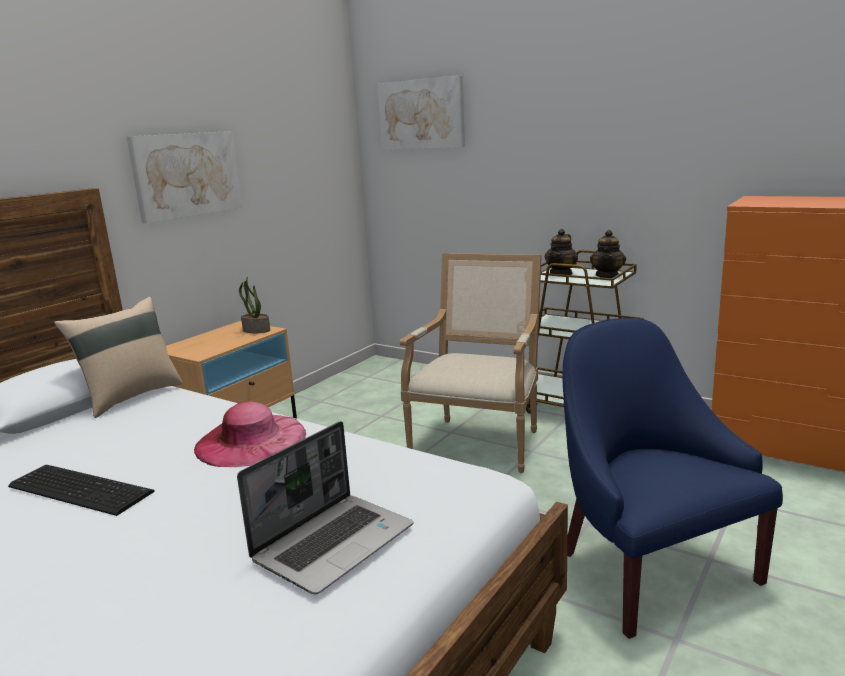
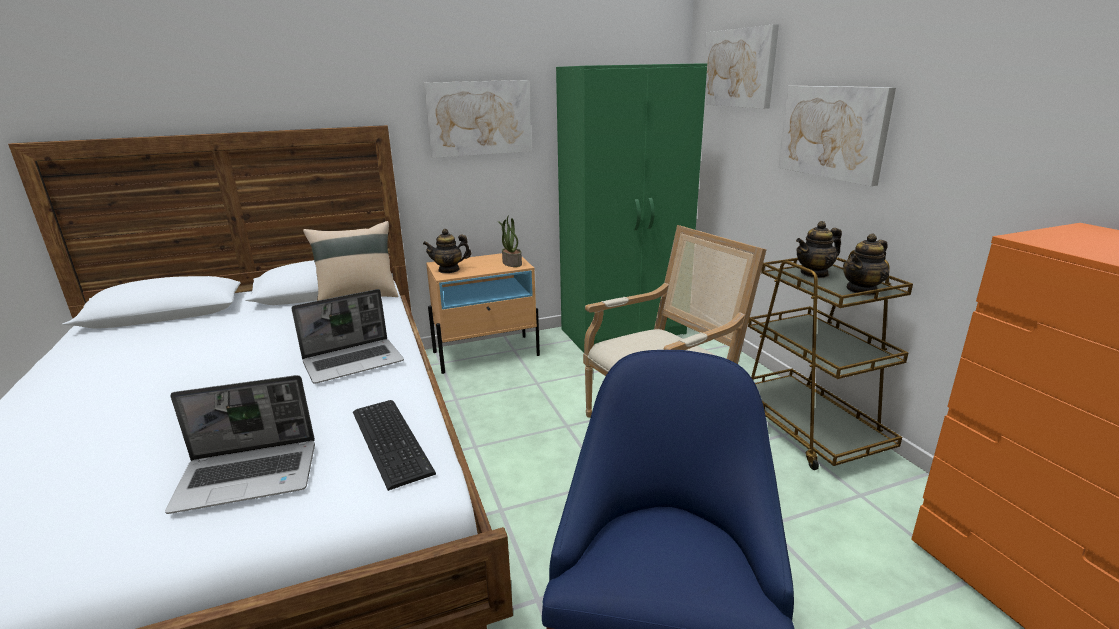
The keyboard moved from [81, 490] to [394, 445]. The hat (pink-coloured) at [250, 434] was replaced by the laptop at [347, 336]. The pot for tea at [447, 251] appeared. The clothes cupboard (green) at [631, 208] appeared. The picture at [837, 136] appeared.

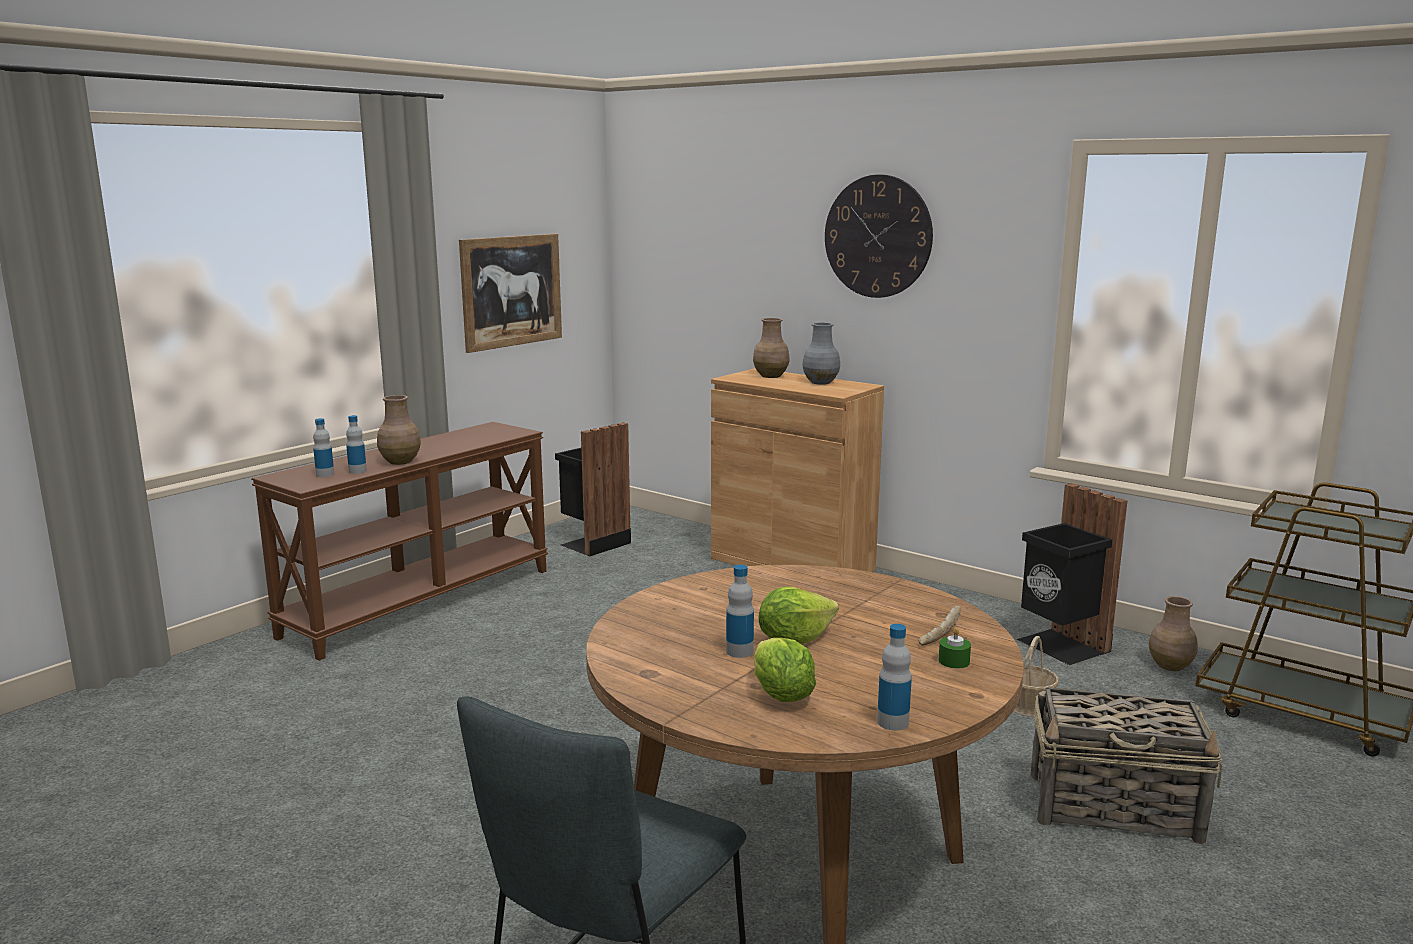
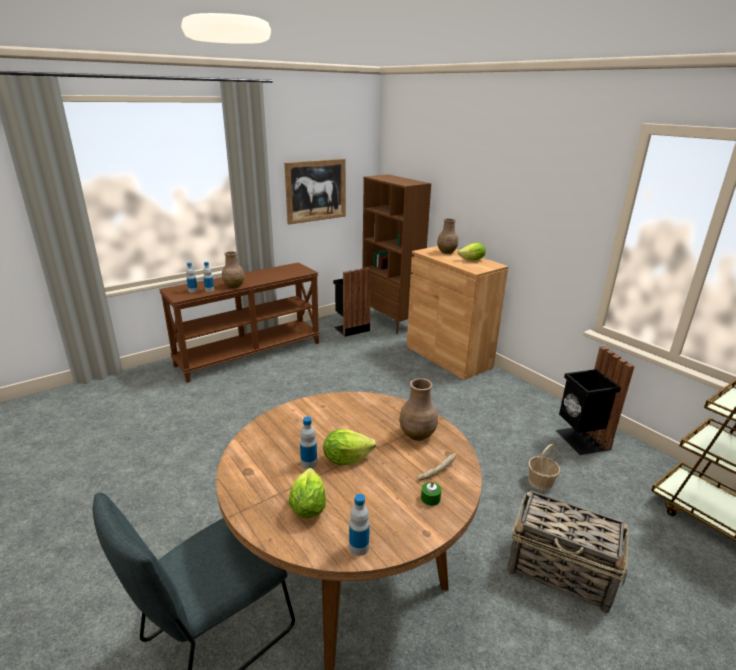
The flower vase (greyish) at [821, 353] was replaced by the head of lettuce at [472, 251]. The clock on the wall at [879, 236] disappeared. The flower vase (brownish) moved from [1173, 633] to [418, 409]. The shelving unit (brownish) at [396, 254] appeared.

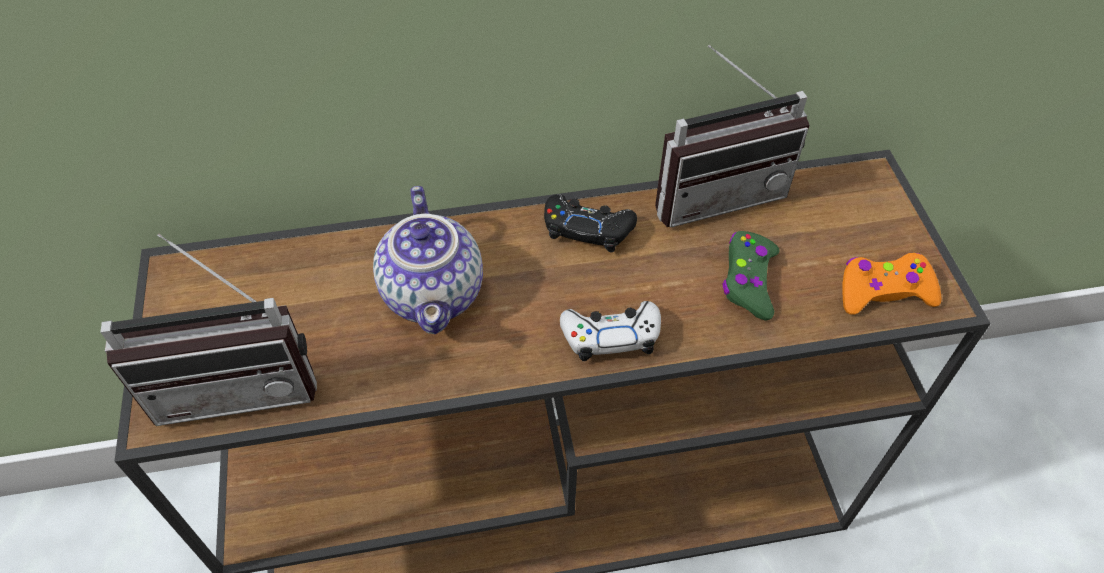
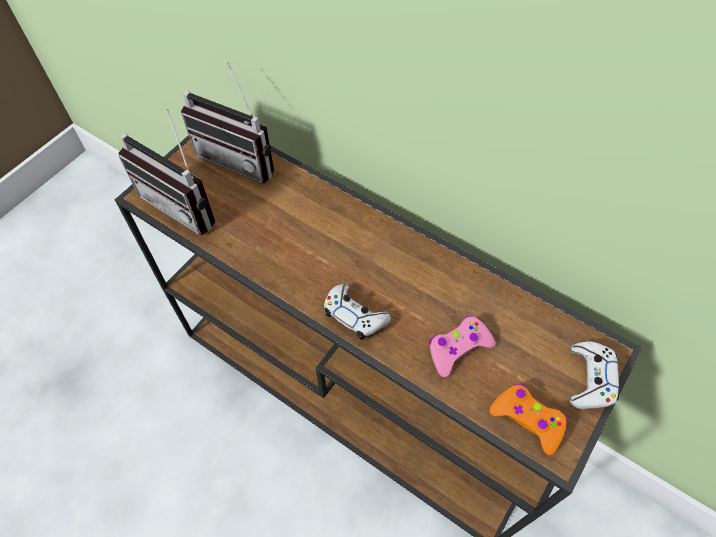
The pot for tea at [428, 260] disappeared. The gamepad (black) at [590, 223] disappeared. The radio receiver moved from [732, 136] to [227, 122]. The gamepad (green) at [751, 275] became the gamepad (pink-coloured) at [462, 346]. The gamepad (white) at [594, 375] appeared.

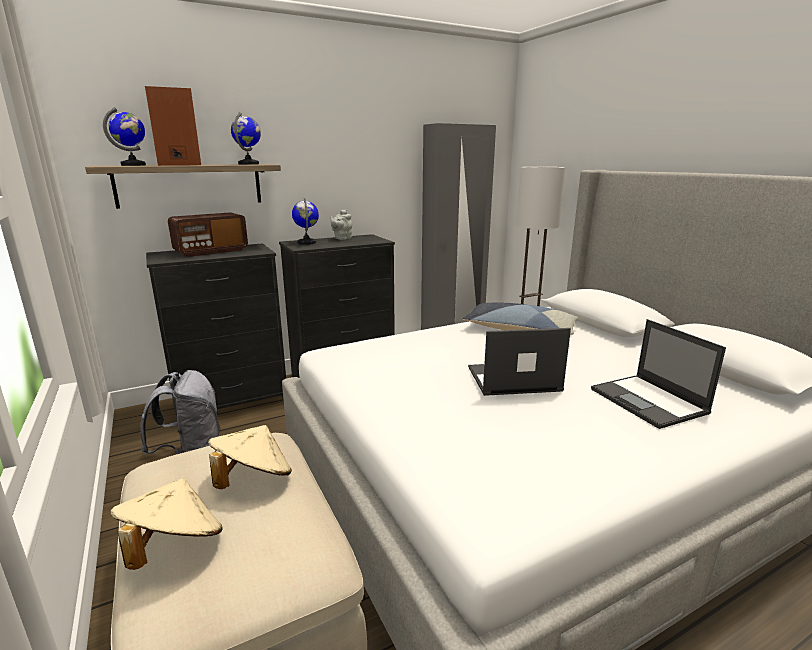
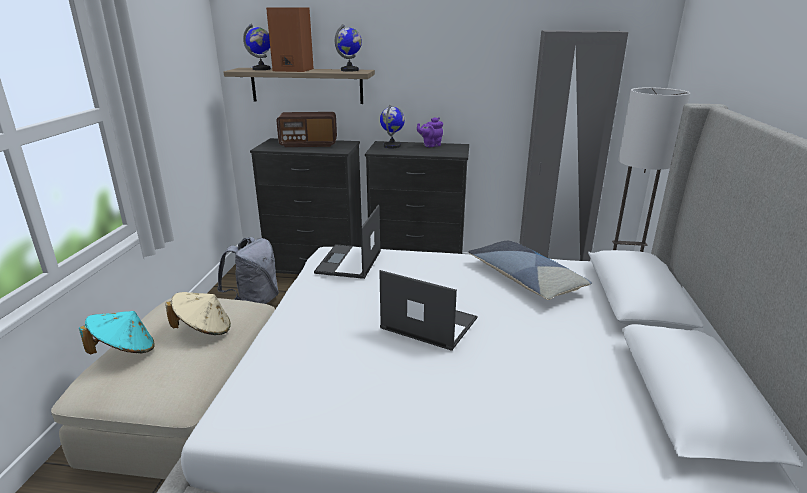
The hat (sand-coloured) at [166, 524] became the hat (turquoise) at [117, 332]. The pot for tea (greyish) at [341, 224] became the pot for tea (purple-coloured) at [430, 132]. The laptop moved from [658, 374] to [347, 242].

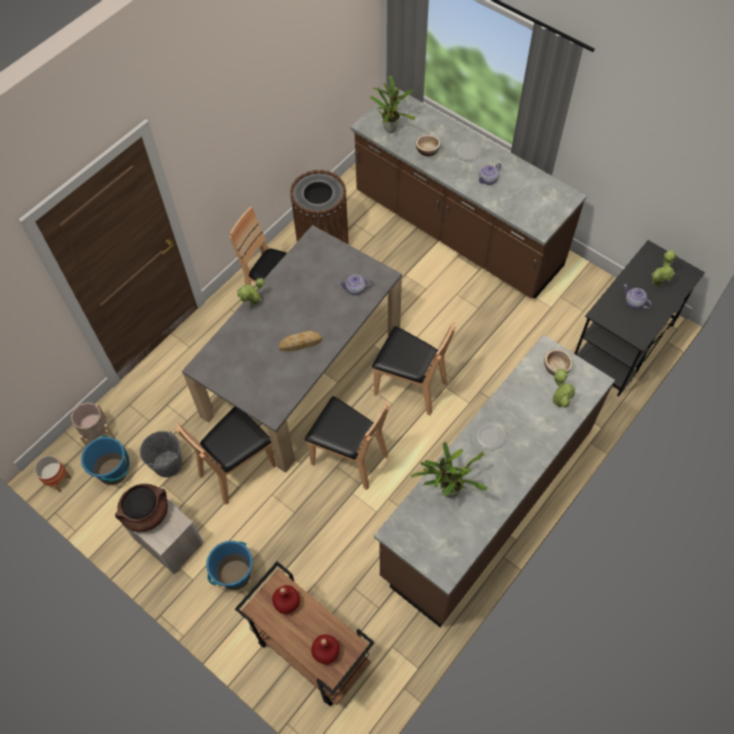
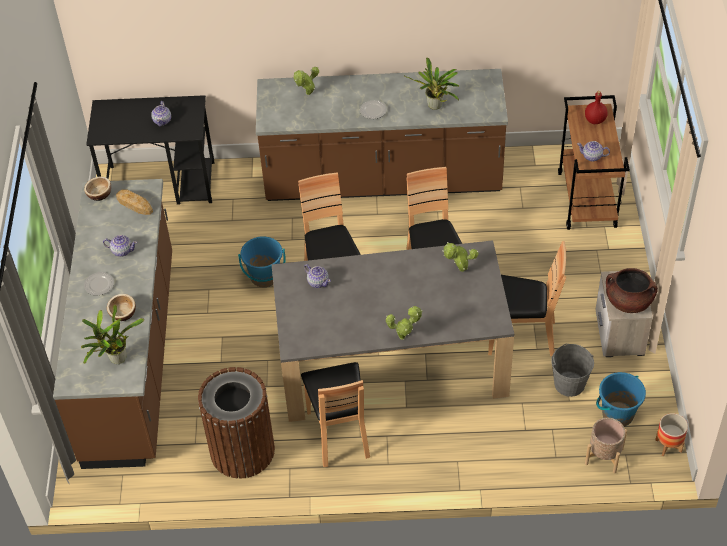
The bucket (blue) moved from [229, 565] to [262, 261]. The beverage bottle (red-coloured) at [286, 599] was replaced by the pot for tea at [593, 151]. The bakery bread moved from [300, 341] to [134, 202]. The bowl moved from [558, 362] to [97, 188]. The potted plant moved from [664, 269] to [461, 257].

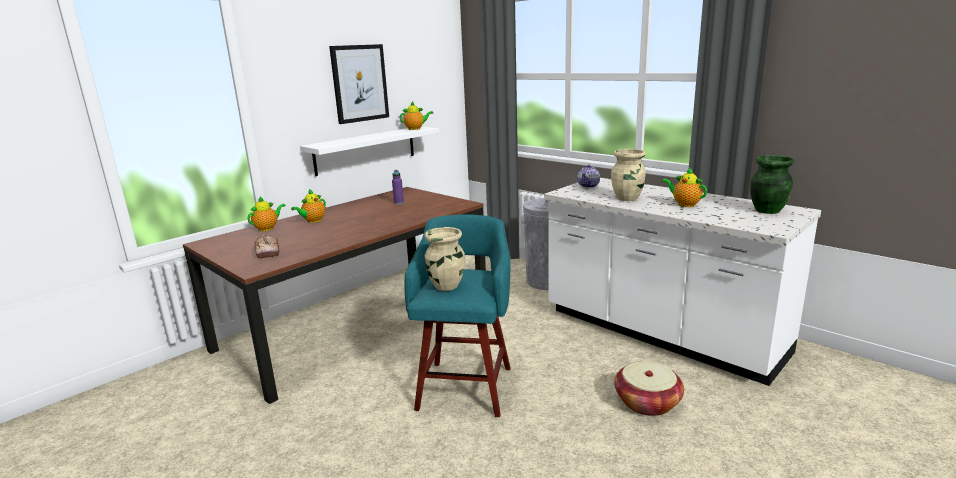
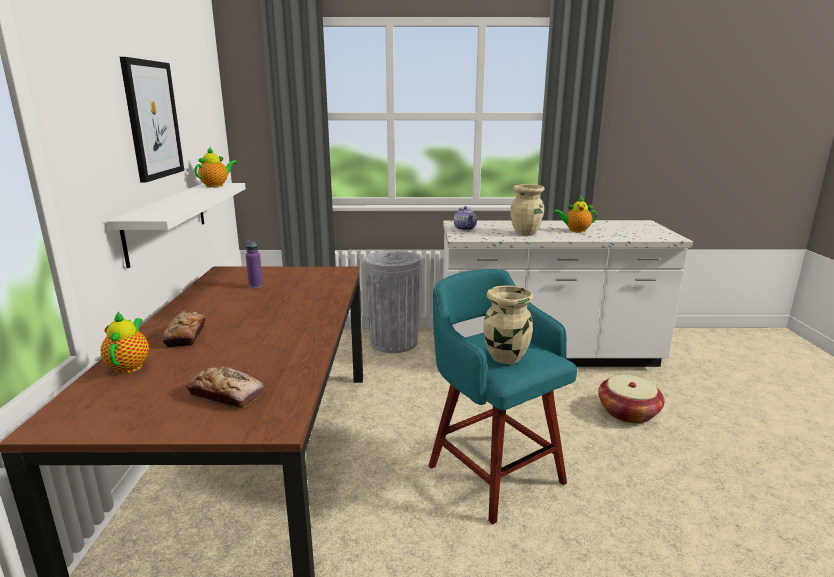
The pot for tea at [308, 206] was replaced by the bakery bread at [183, 329]. The flower vase (green) at [772, 184] disappeared.

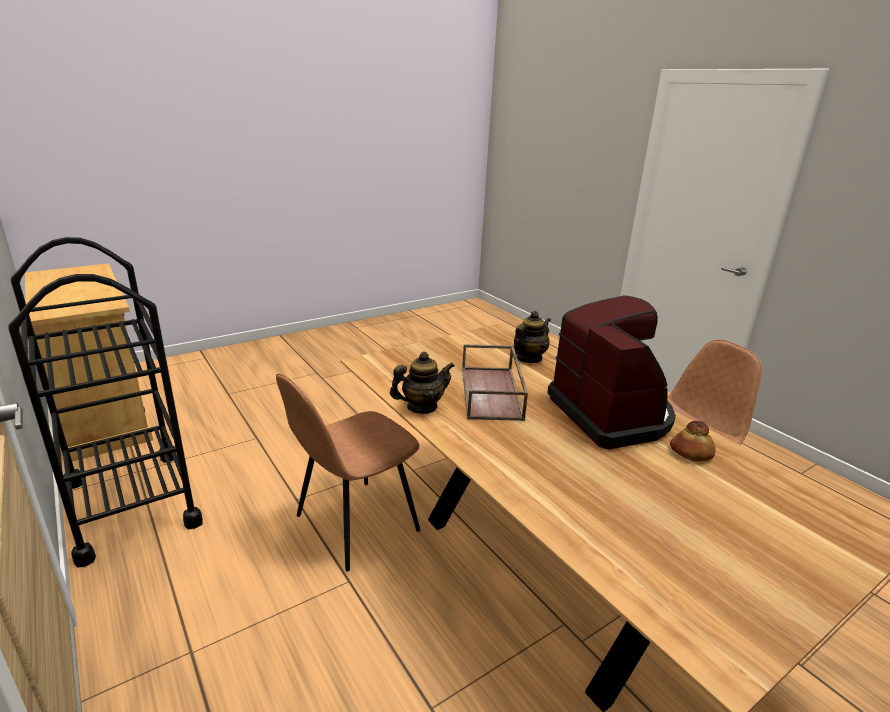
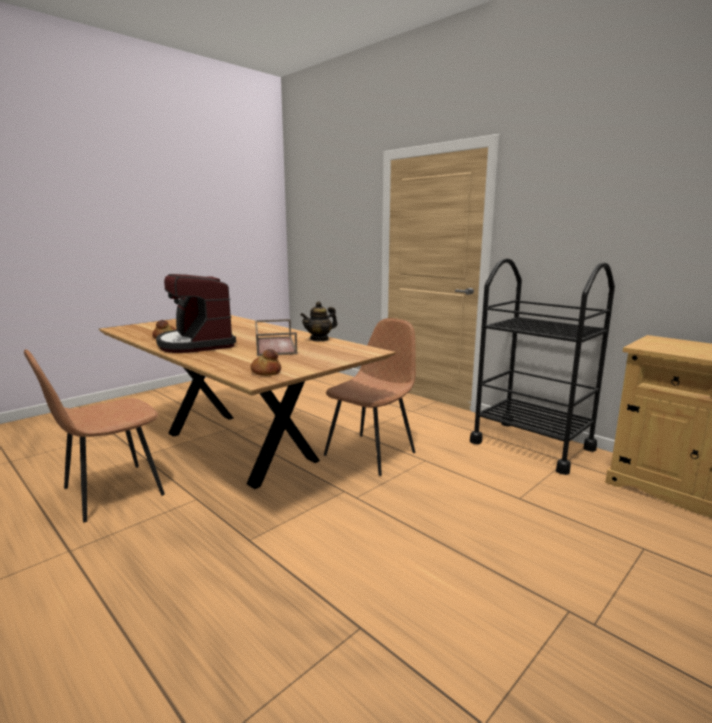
The pot for tea at [532, 337] disappeared. The bakery bread at [266, 362] appeared.

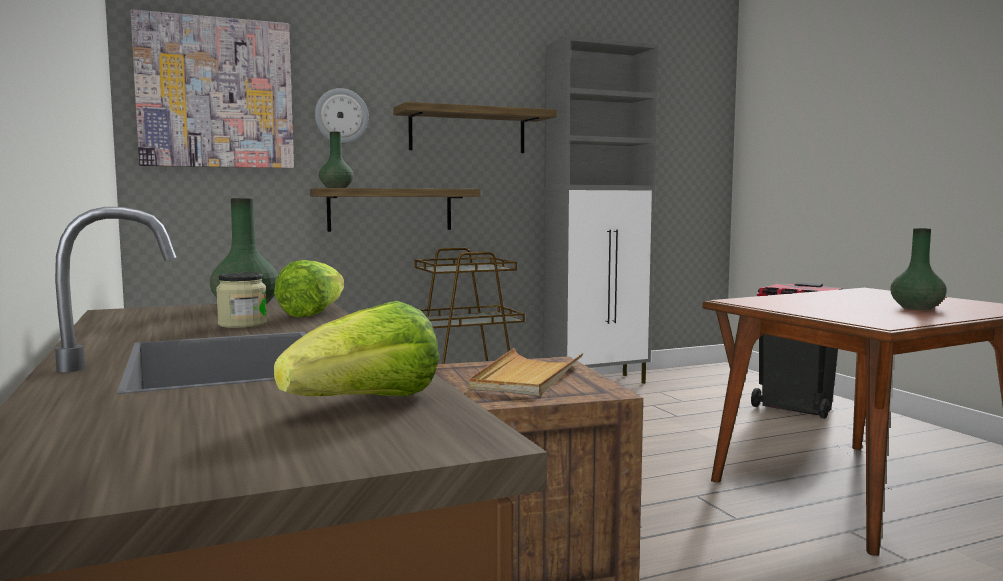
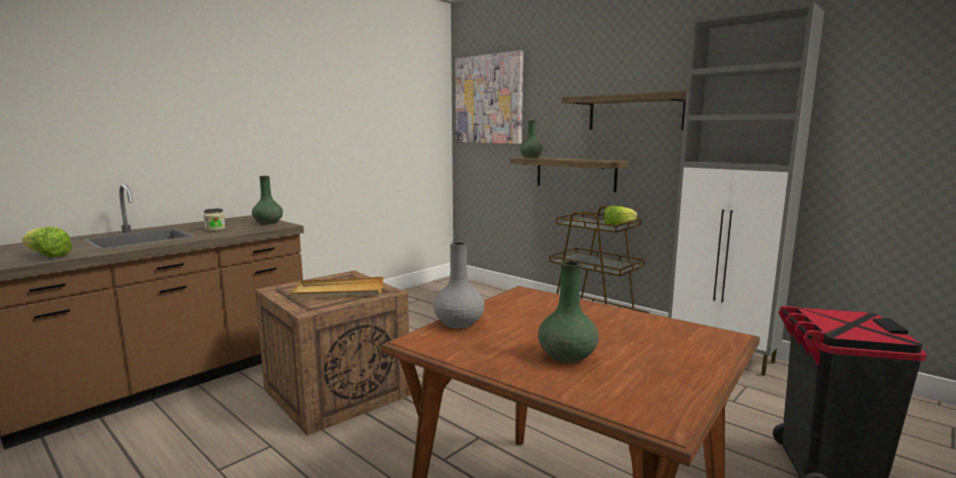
The head of lettuce moved from [309, 288] to [621, 215]. The clock on the wall at [342, 115] disappeared. The flower vase (greyish) at [458, 285] appeared.

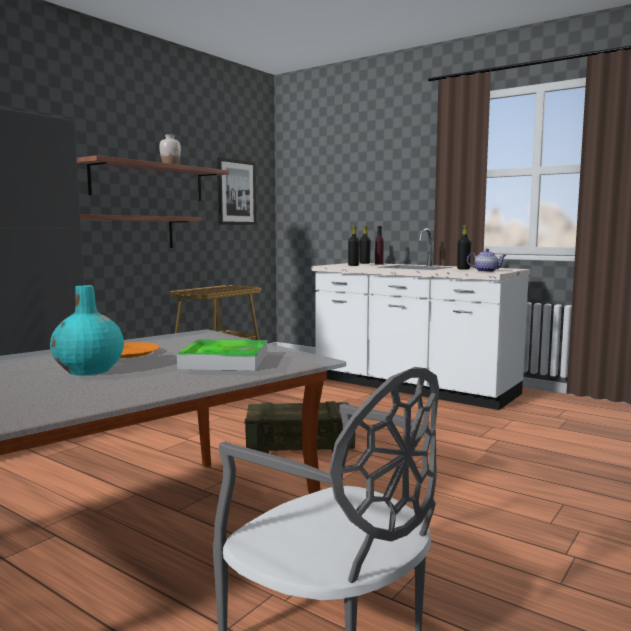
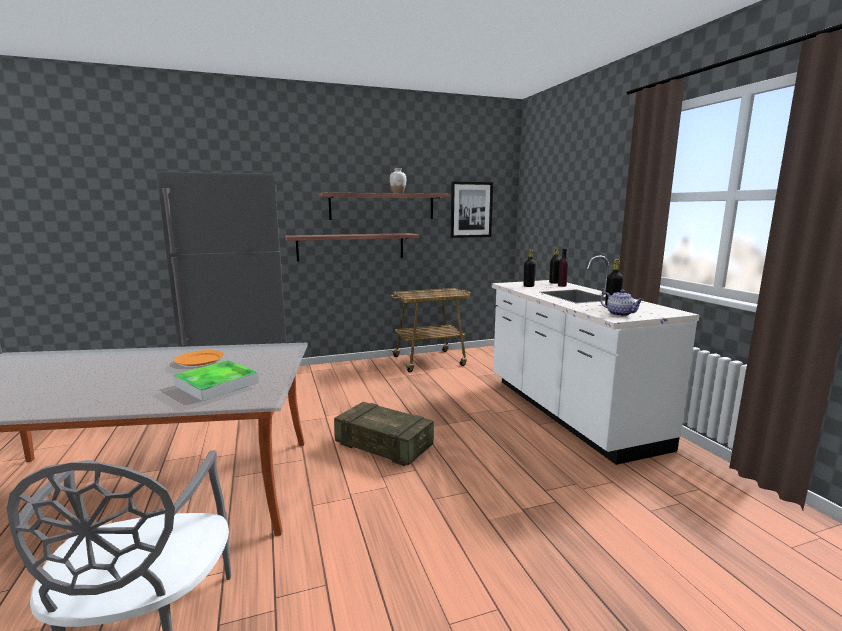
The flower vase (turquoise) at [87, 330] disappeared.

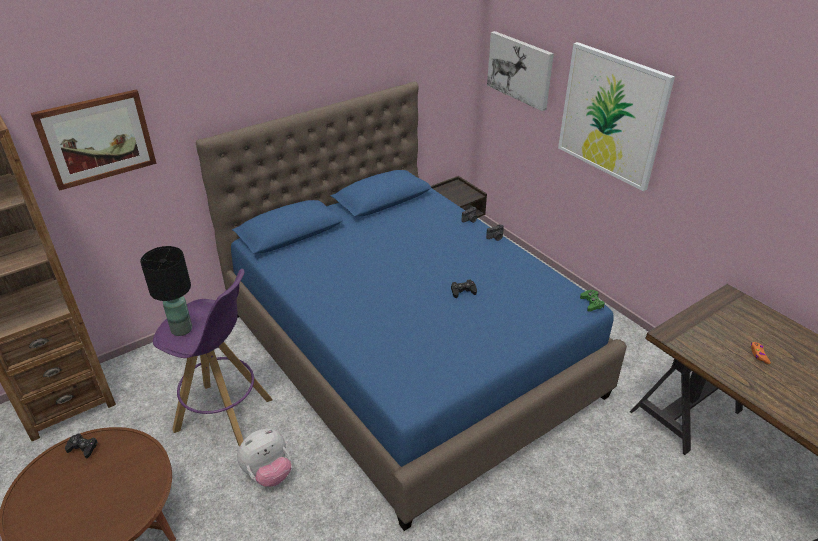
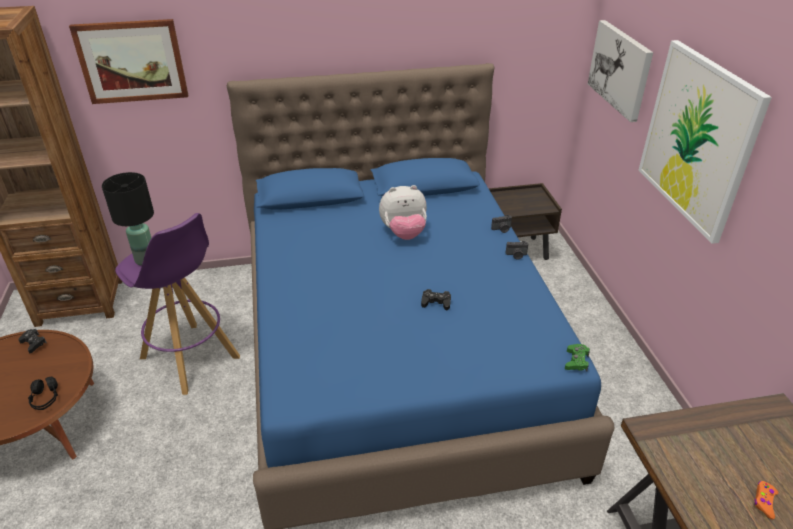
The soft toy moved from [264, 458] to [403, 212]. The pair of headphones (black) at [43, 393] appeared.

